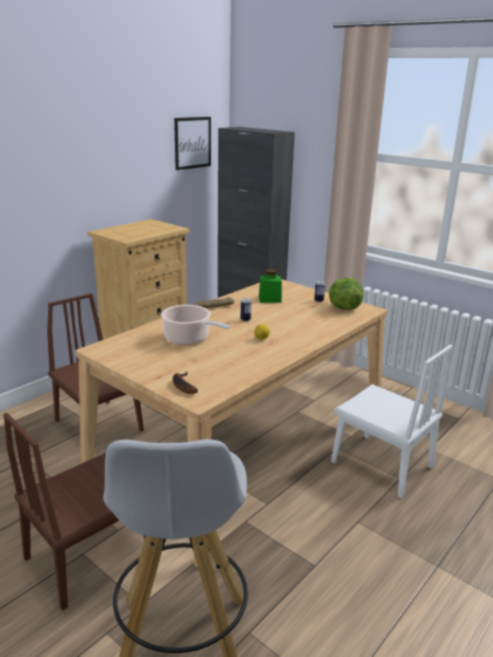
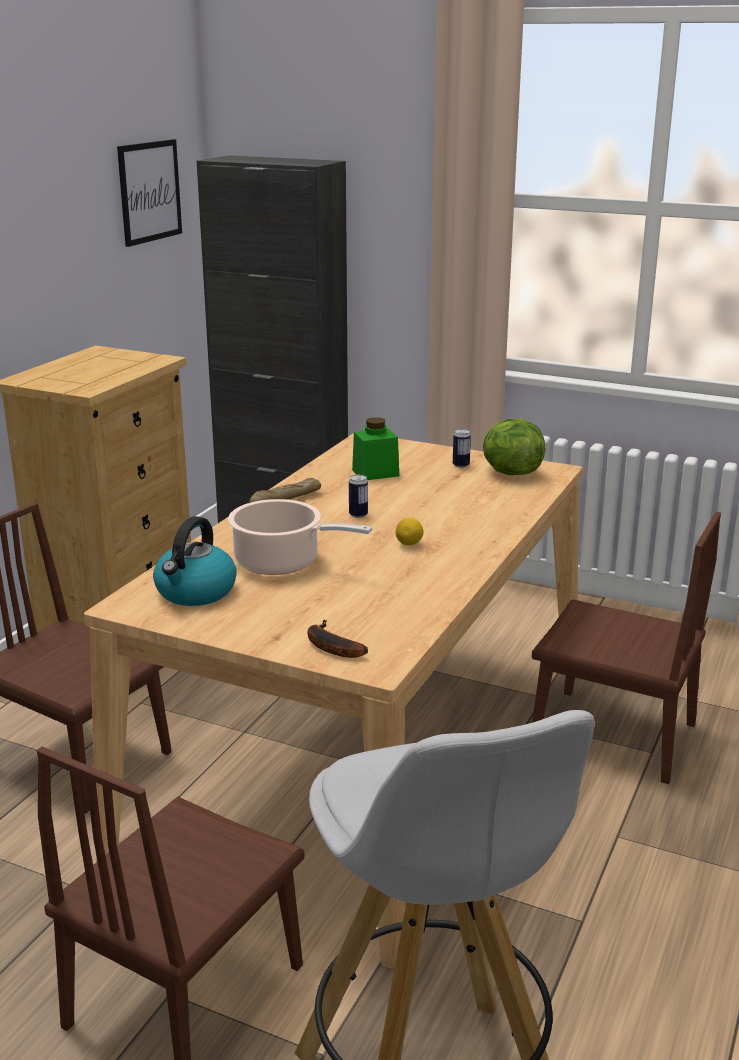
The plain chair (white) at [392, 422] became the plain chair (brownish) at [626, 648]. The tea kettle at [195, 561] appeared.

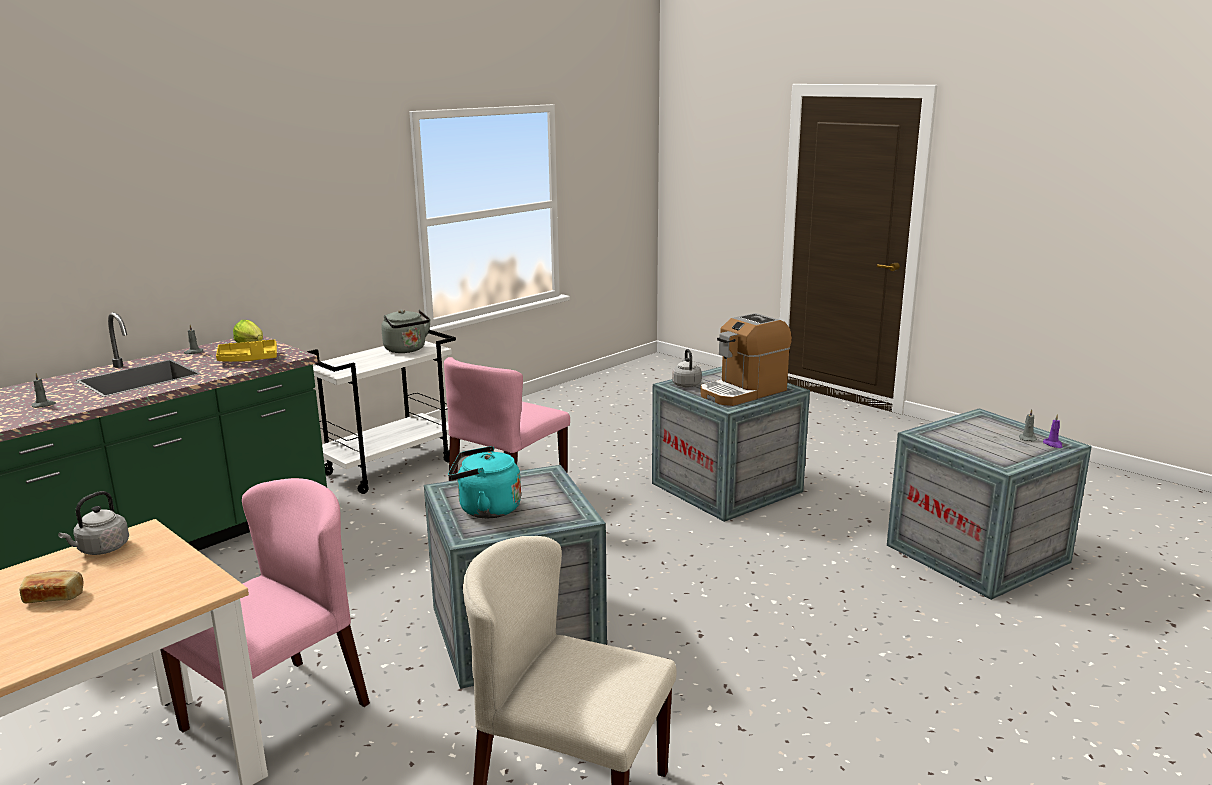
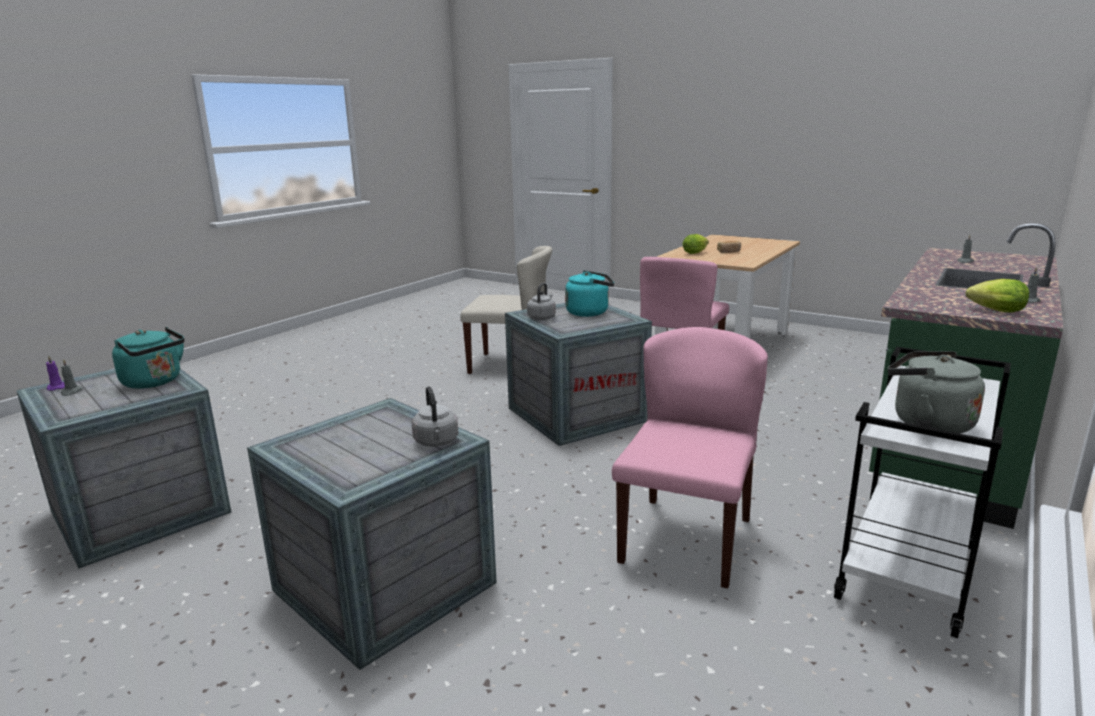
The tea kettle (greyish) moved from [93, 523] to [541, 301]. The carrying tray (yellow-coloured) at [246, 350] disappeared. The coffee machine at [746, 359] disappeared. The tea kettle (turquoise) at [148, 358] appeared. The head of lettuce at [695, 244] appeared.

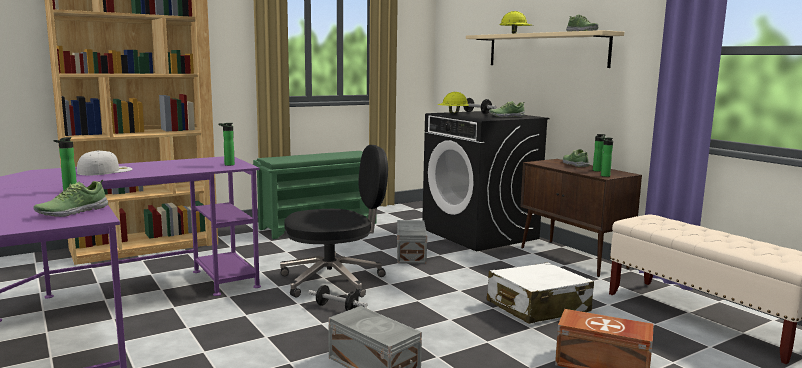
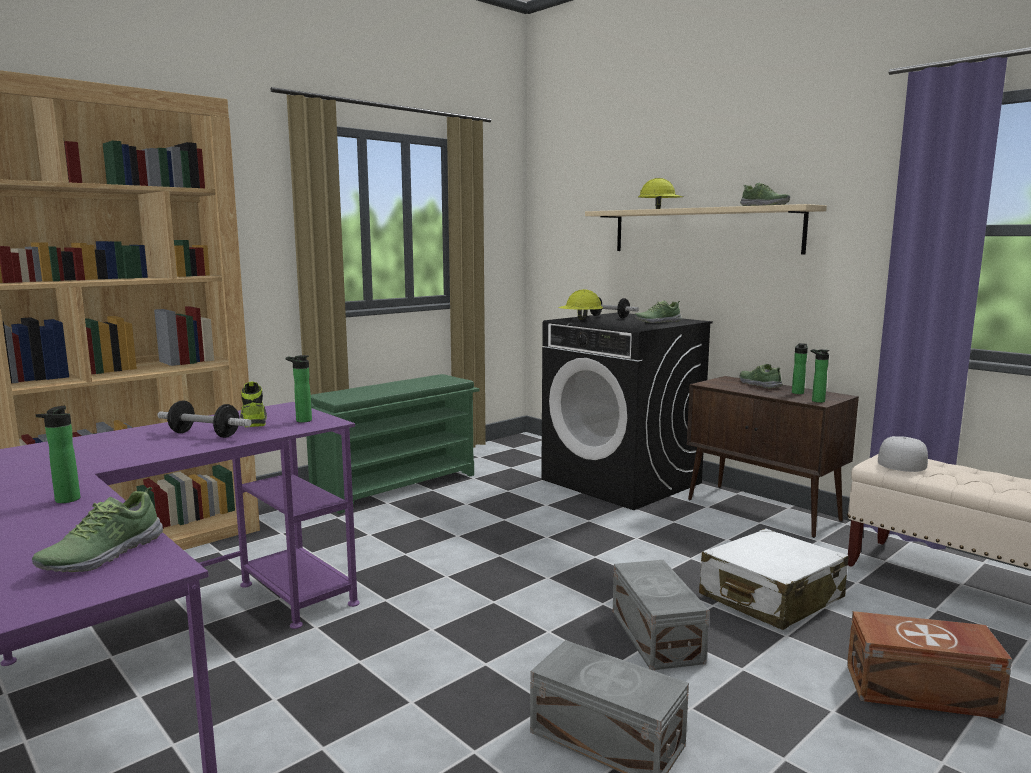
The cap (white) moved from [104, 162] to [903, 454]. The desk chair (black) at [334, 221] disappeared. The dumbbell moved from [337, 298] to [204, 419]. The storage container (greyish) moved from [412, 242] to [661, 615]. The shoe at [253, 404] appeared.

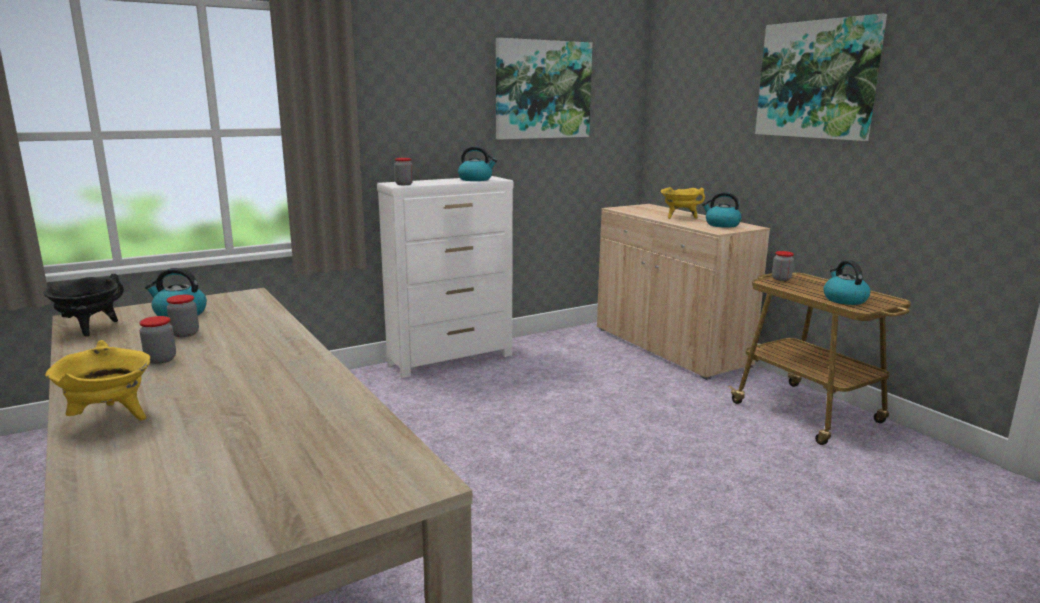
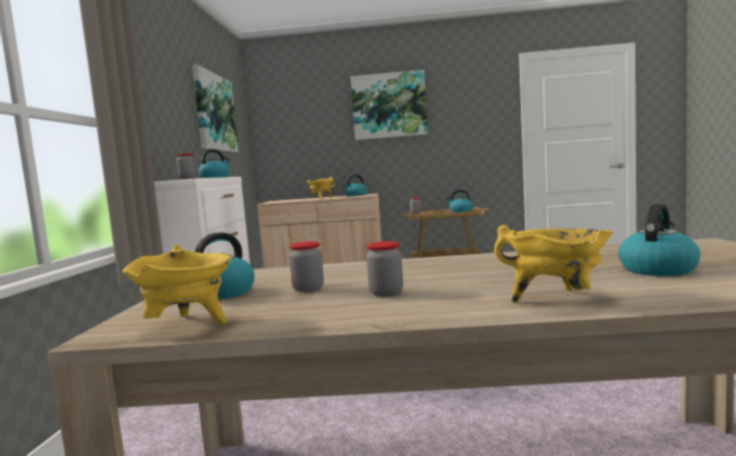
The stockpot (black) at [83, 305] became the stockpot (yellow-coloured) at [177, 284]. The tea kettle at [659, 240] appeared.

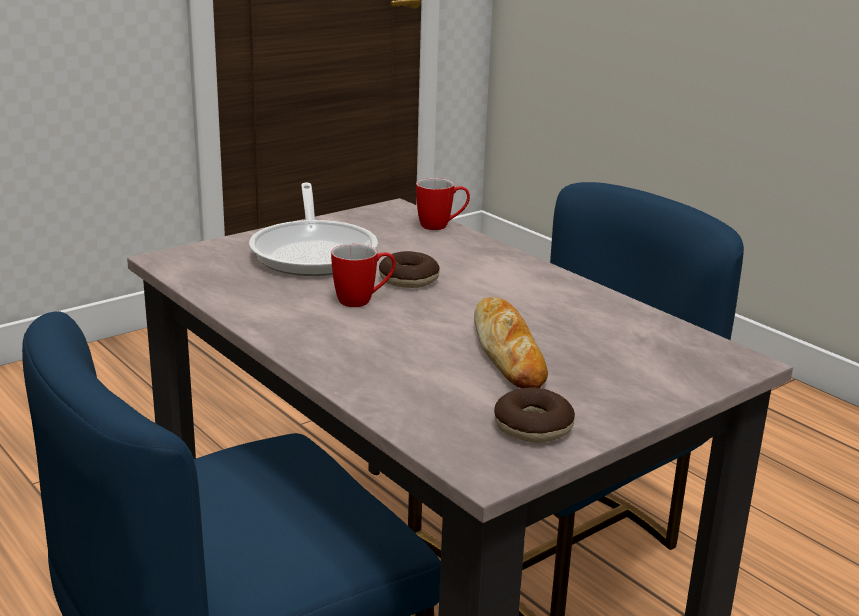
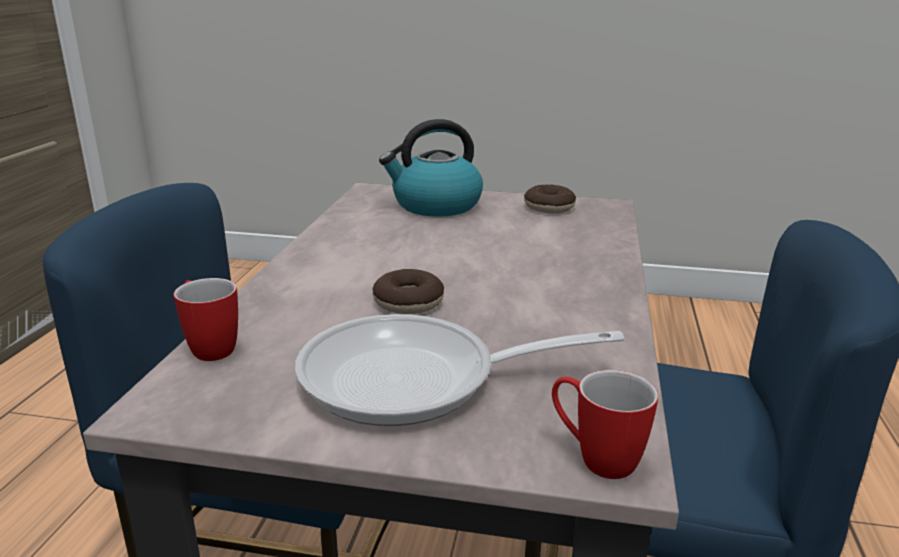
The skillet at [313, 229] turned 135 degrees counterclockwise. The coffee mug moved from [363, 275] to [605, 424]. The bakery bread at [511, 342] disappeared. The tea kettle at [431, 168] appeared.

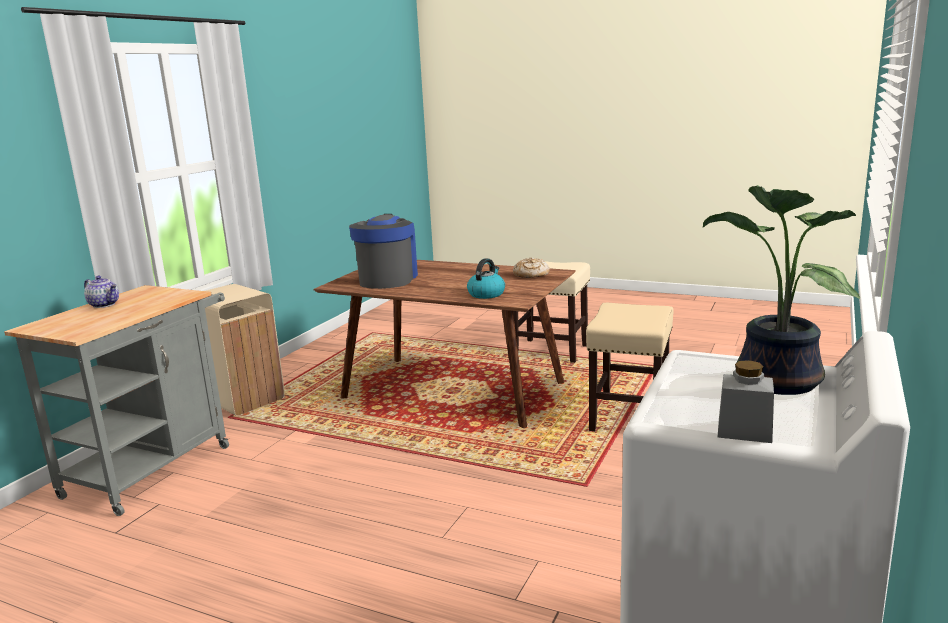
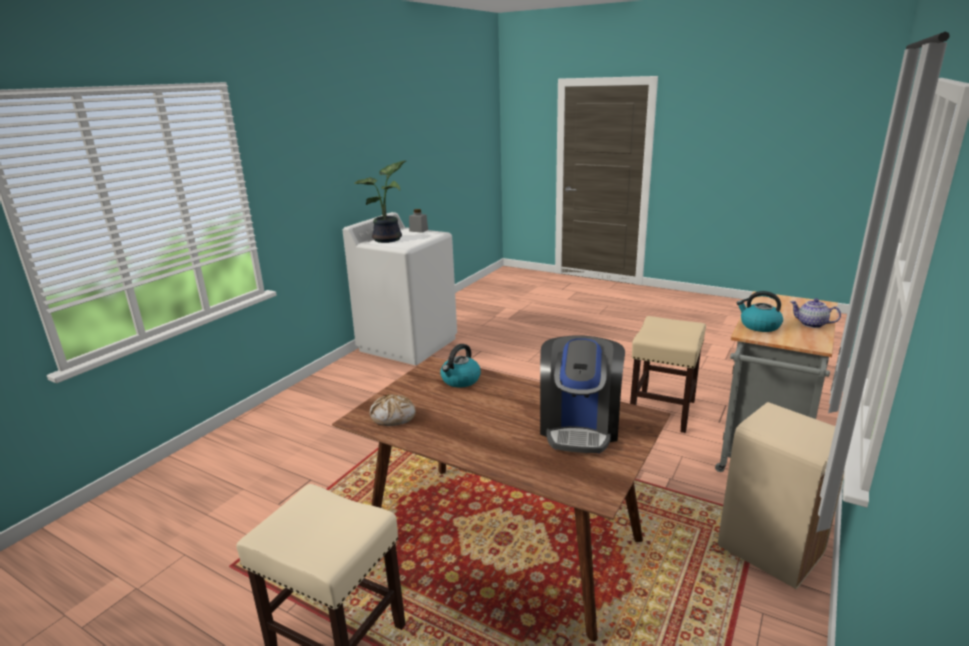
The stool (sand-coloured) moved from [630, 367] to [668, 374]. The tea kettle at [759, 311] appeared.

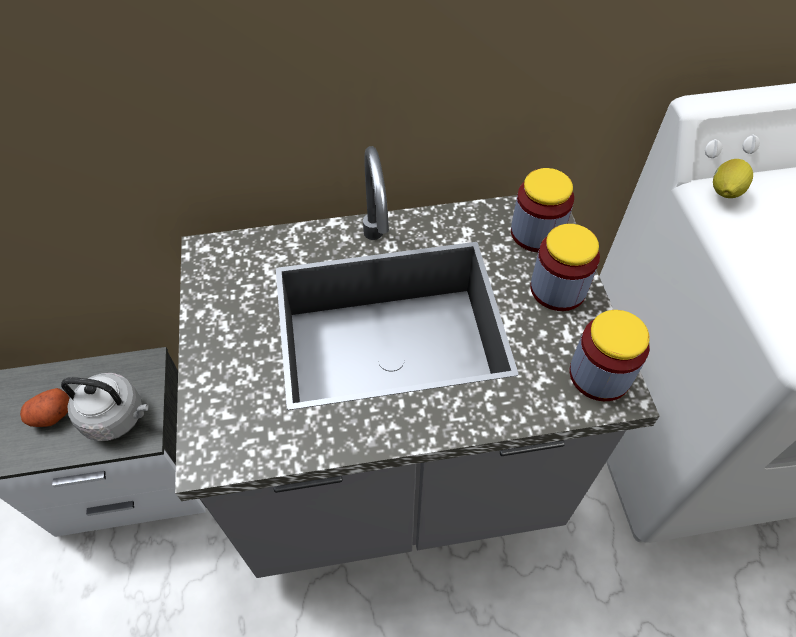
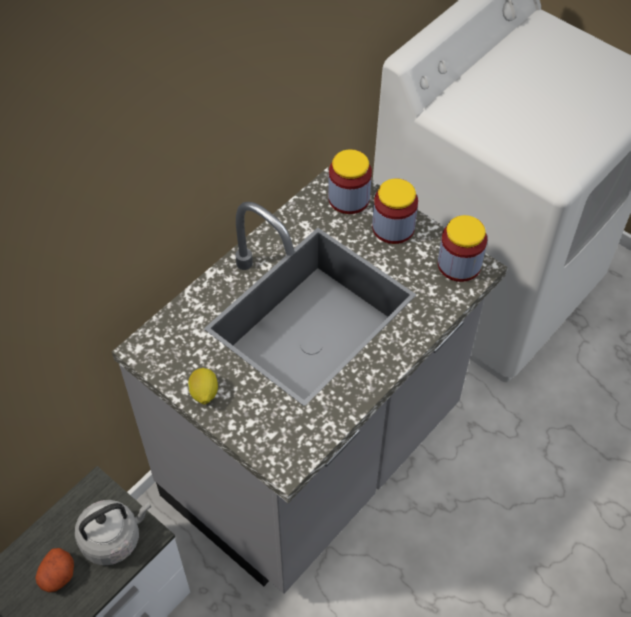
The whole lemon moved from [733, 178] to [203, 386].

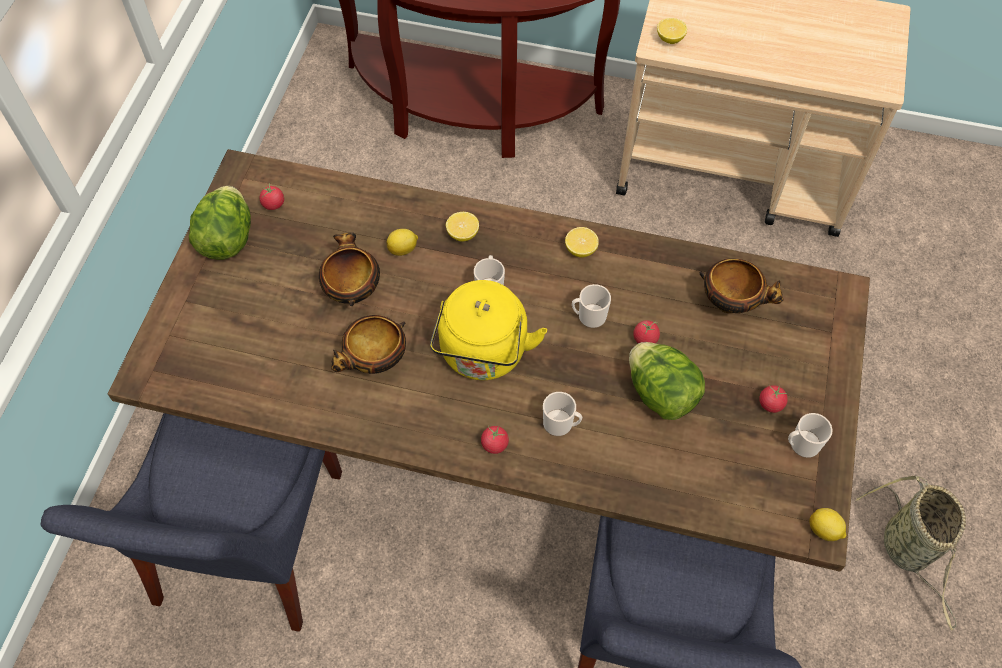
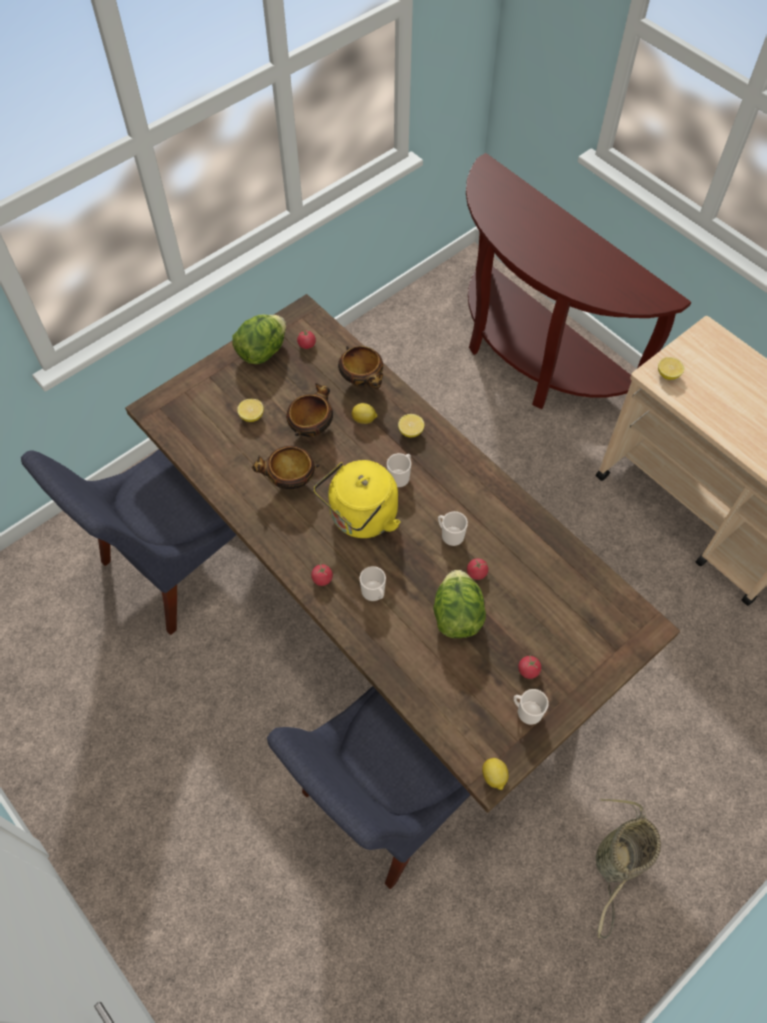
The whole lemon moved from [582, 242] to [250, 410]. The bowl moved from [741, 285] to [360, 367].

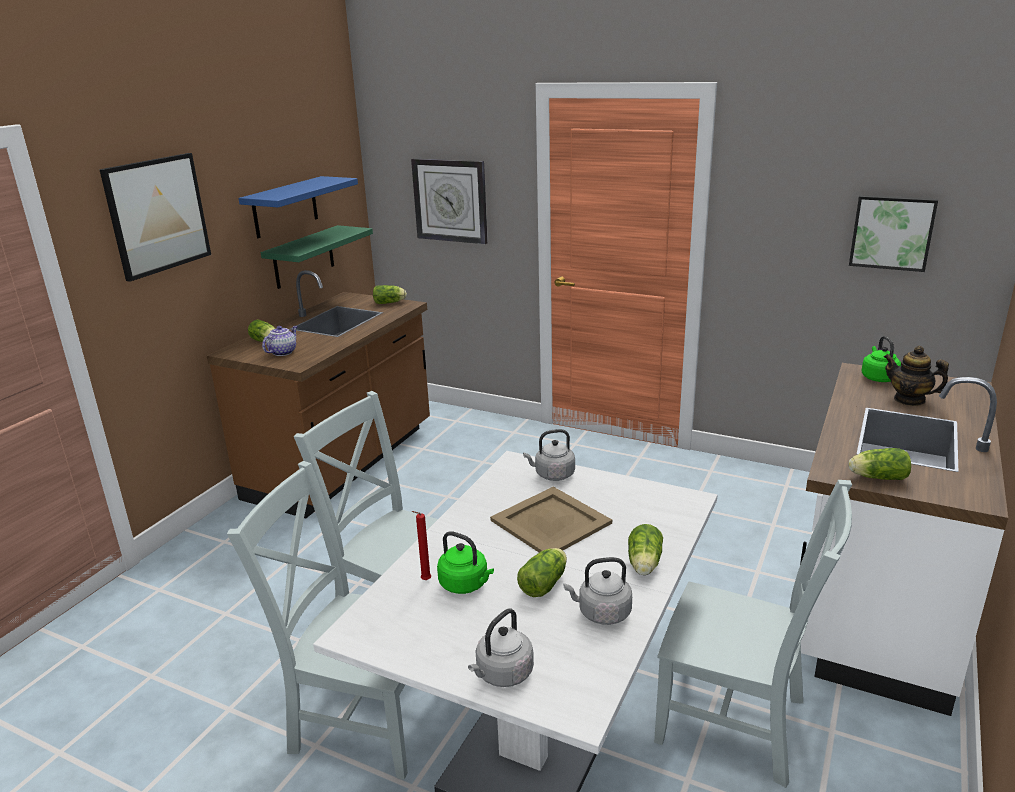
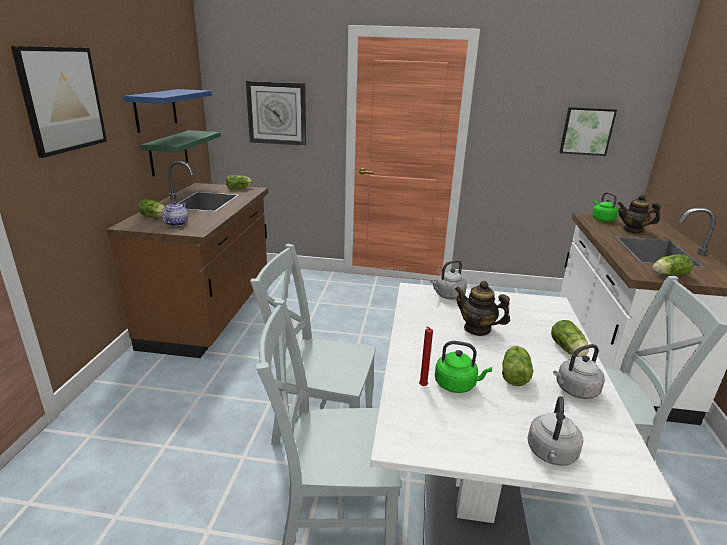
The carrying tray (sand-coloured) at [551, 519] was replaced by the pot for tea at [482, 308].

